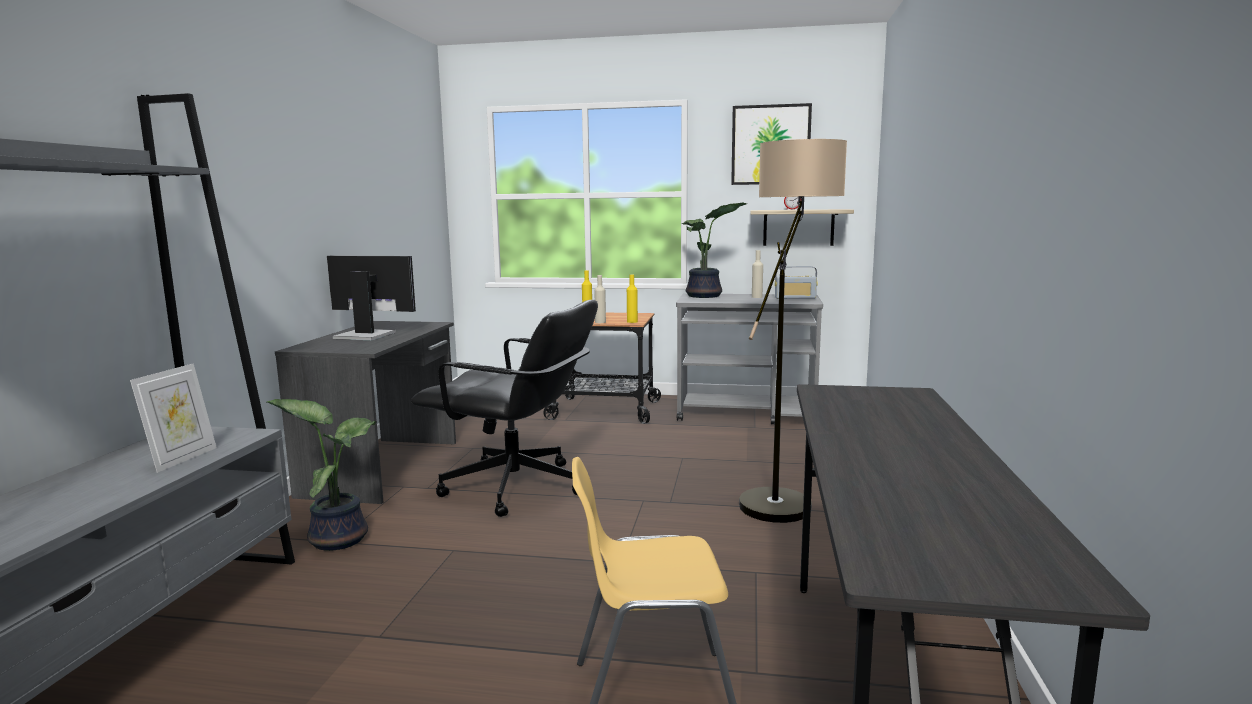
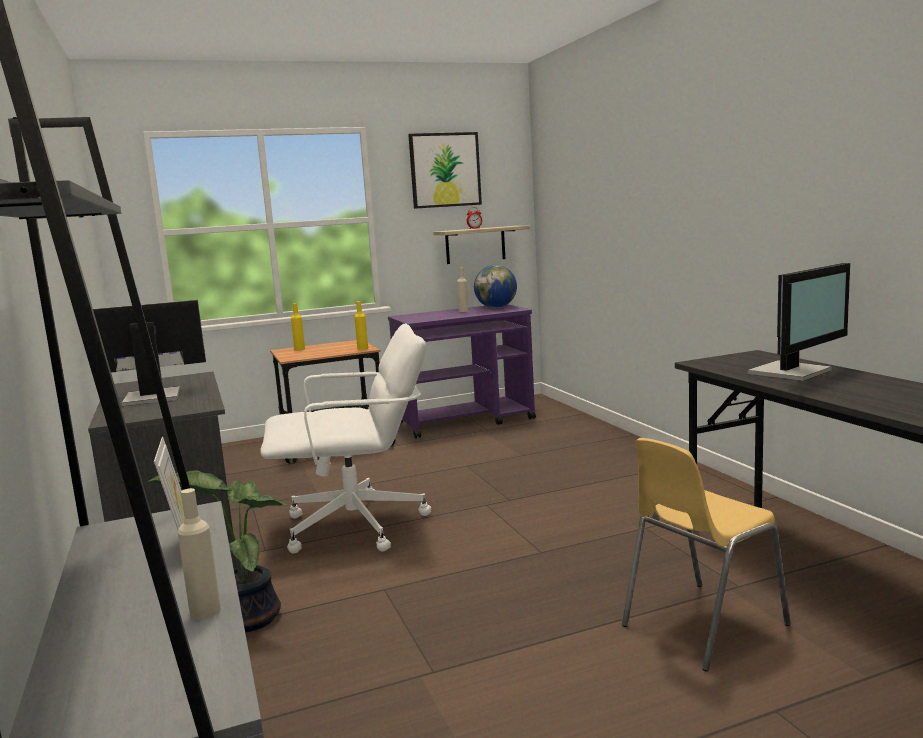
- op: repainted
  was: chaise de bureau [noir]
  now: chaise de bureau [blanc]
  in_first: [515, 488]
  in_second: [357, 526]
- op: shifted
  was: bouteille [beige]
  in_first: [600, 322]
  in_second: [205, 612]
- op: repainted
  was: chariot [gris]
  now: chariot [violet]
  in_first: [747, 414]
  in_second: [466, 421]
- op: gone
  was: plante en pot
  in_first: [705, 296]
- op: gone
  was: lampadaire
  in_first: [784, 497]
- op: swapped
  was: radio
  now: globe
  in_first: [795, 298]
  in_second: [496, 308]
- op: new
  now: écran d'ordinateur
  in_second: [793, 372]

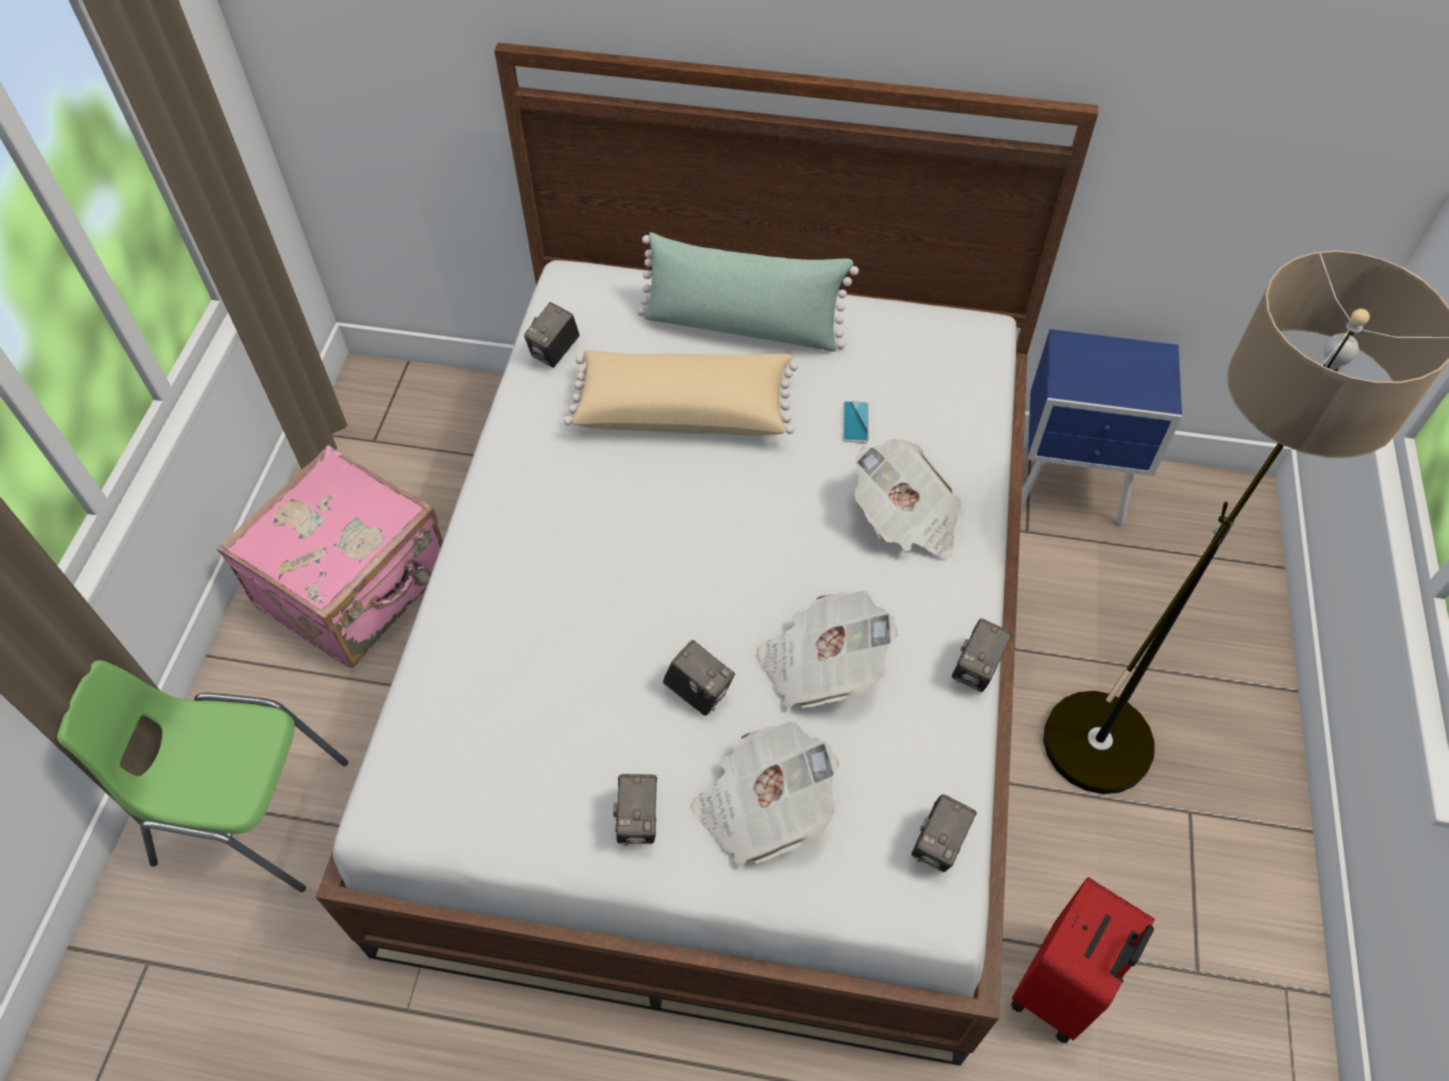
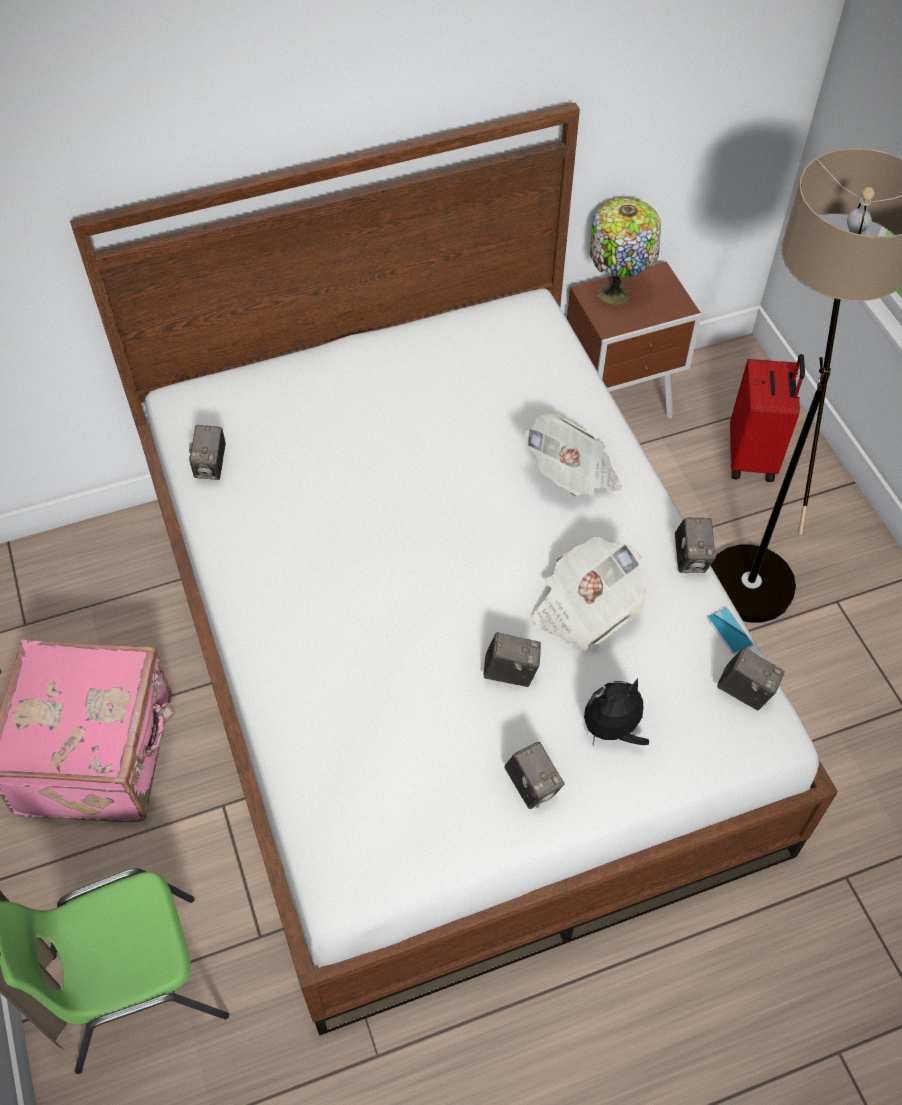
- op: gone
  was: coussin [beige]
  in_first: [683, 409]
- op: gone
  was: coussin [vert]
  in_first: [742, 326]
- op: swapped
  was: journal
  now: peluche
  in_first: [762, 807]
  in_second: [612, 729]
- op: shifted
  was: téléphone
  in_first: [855, 422]
  in_second: [729, 631]
- op: rotated
  was: appareil photo
  in_first: [938, 845]
  in_second: [745, 691]
  clockwise: -60
- op: shifted
  was: valise [rouge]
  in_first: [1061, 988]
  in_second: [753, 457]
- op: repainted
  was: table de chevet [bleu]
  now: table de chevet [marron]
  in_first: [1071, 490]
  in_second: [620, 407]
- op: new
  now: lampe de table
  in_second: [616, 293]

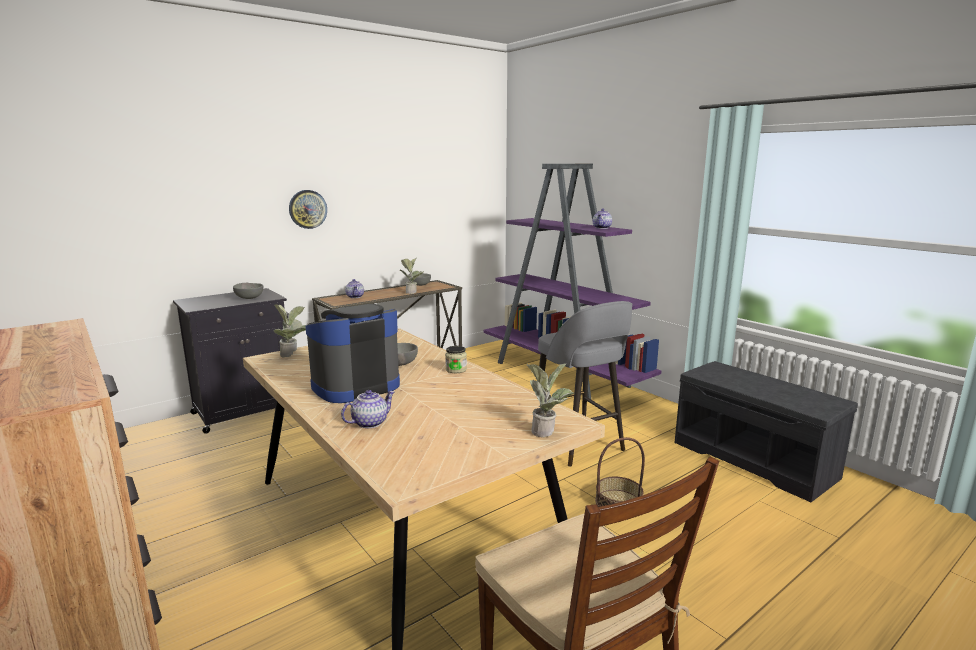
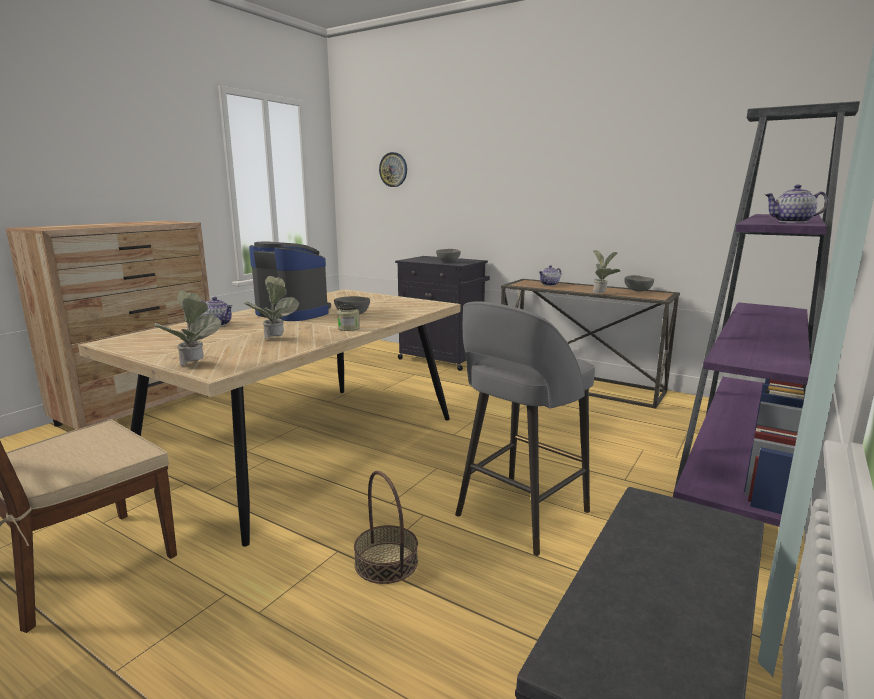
- op: shifted
  was: plante en pot
  in_first: [293, 355]
  in_second: [275, 340]
- op: shifted
  was: horloge murale
  in_first: [307, 209]
  in_second: [393, 169]

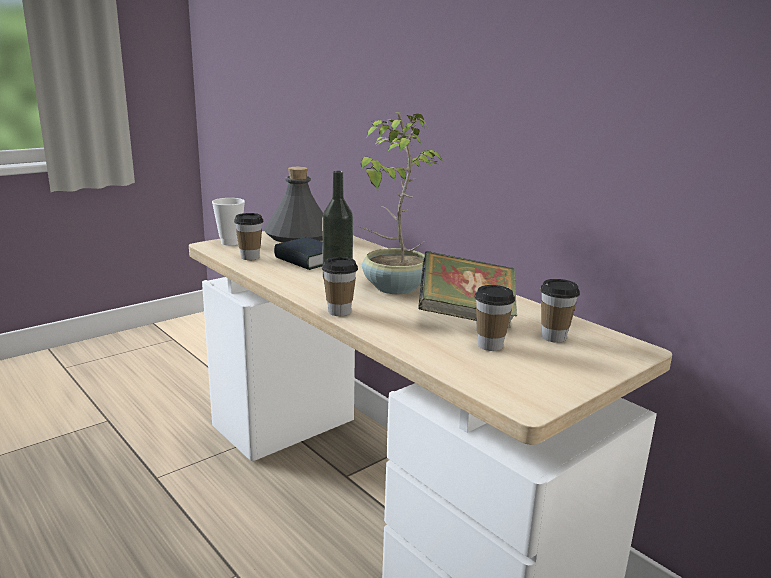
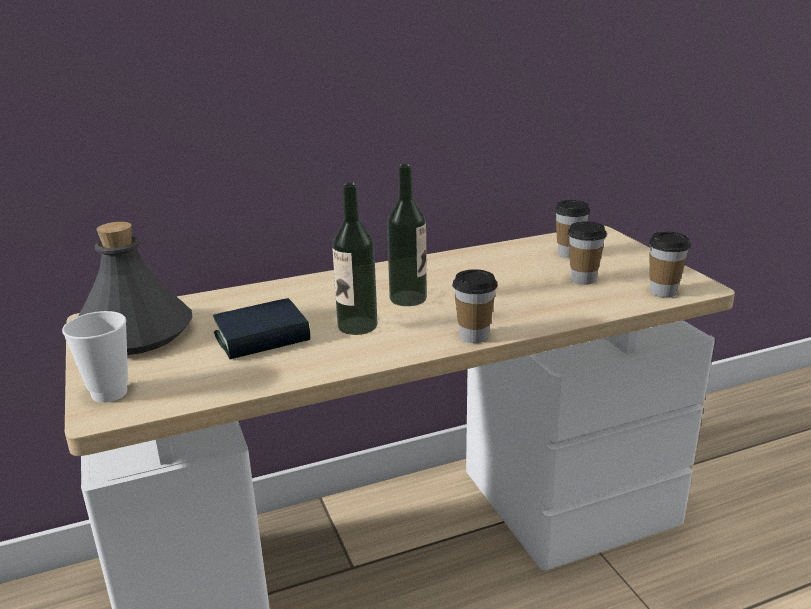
- op: shifted
  was: tasse
  in_first: [250, 257]
  in_second: [663, 292]
- op: swapped
  was: plante en pot
  now: bouteille
  in_first: [393, 287]
  in_second: [408, 298]
- op: gone
  was: livre
  in_first: [465, 317]

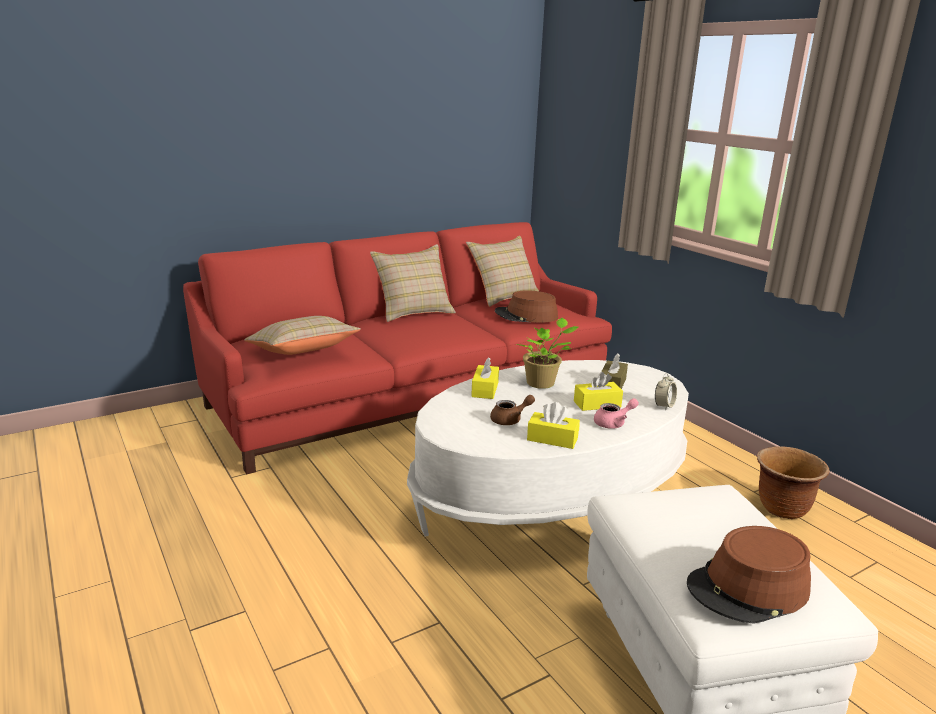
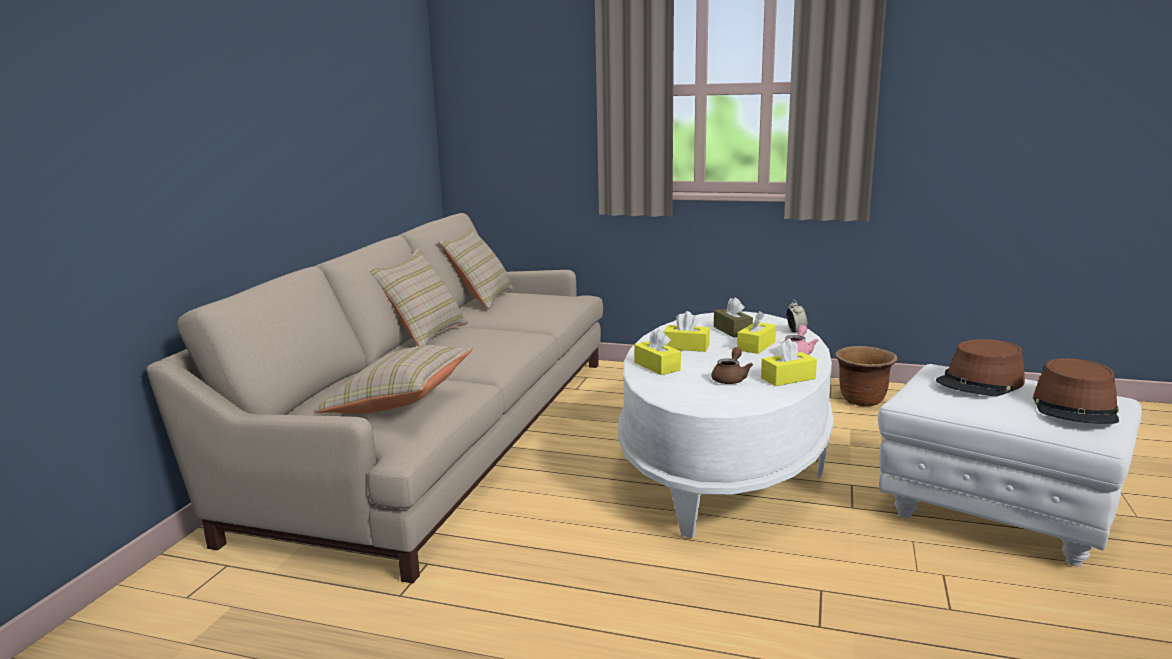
- op: repainted
  was: canapé [rouge]
  now: canapé [beige]
  in_first: [410, 392]
  in_second: [440, 434]
- op: shifted
  was: chapeau [marron]
  in_first: [526, 316]
  in_second: [980, 382]
- op: swapped
  was: plante en pot
  now: boîte à mouchoirs [jaune]
  in_first: [542, 383]
  in_second: [686, 347]

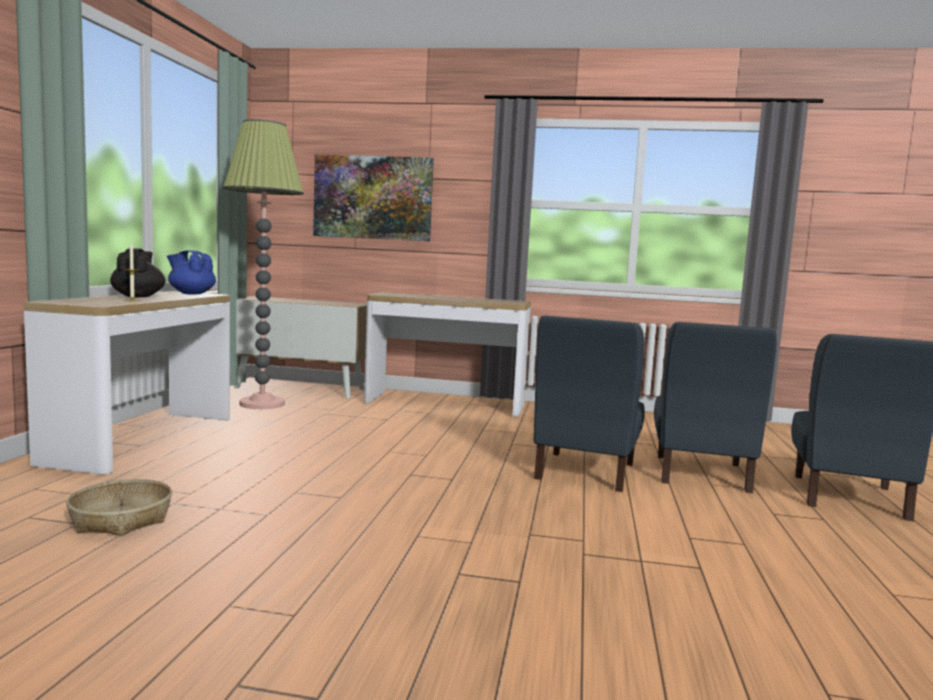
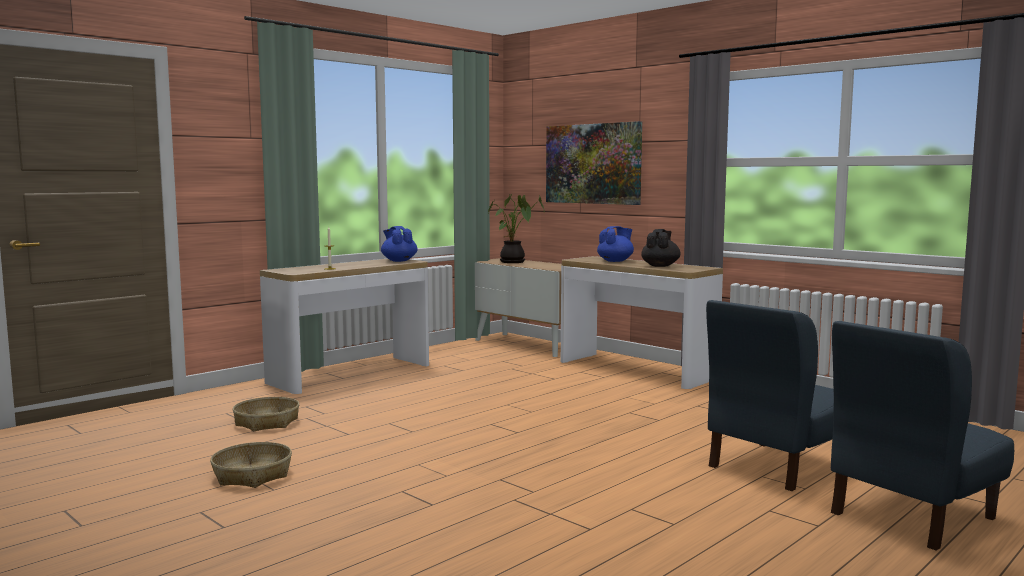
- op: shifted
  was: théière [noir]
  in_first: [138, 296]
  in_second: [660, 266]
- op: gone
  was: lampadaire
  in_first: [262, 404]
- op: gone
  was: chaise [bleu]
  in_first: [584, 471]
- op: new
  now: panier
  in_second: [252, 475]
- op: new
  now: plante en pot
  in_second: [514, 262]
- op: new
  now: théière [bleu]
  in_second: [615, 261]

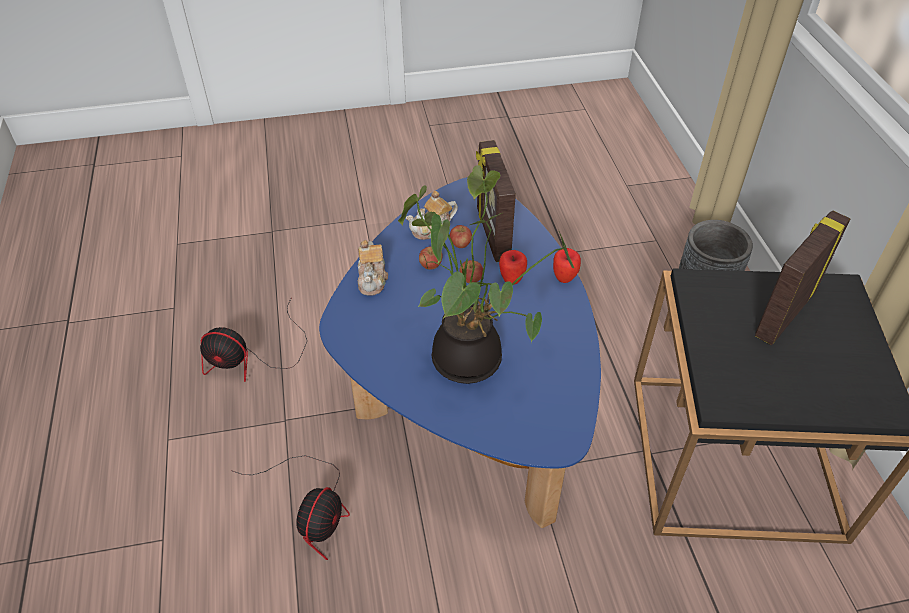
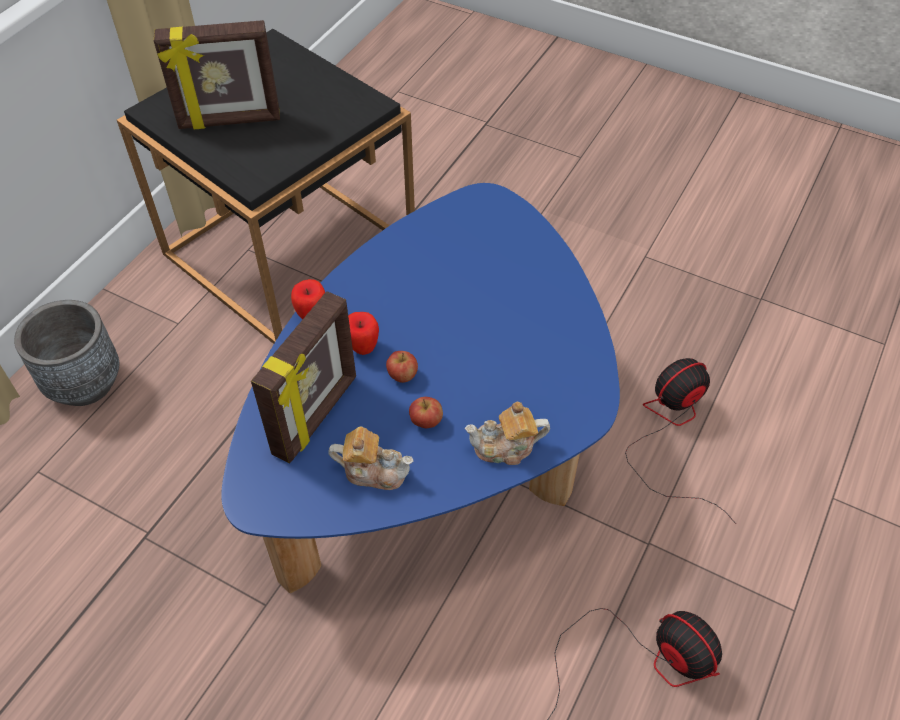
- op: rotated
  was: théière
  in_first: [372, 279]
  in_second: [506, 447]
  clockwise: -135
- op: gone
  was: plante en pot
  in_first: [472, 357]
- op: gone
  was: pomme
  in_first: [460, 244]

